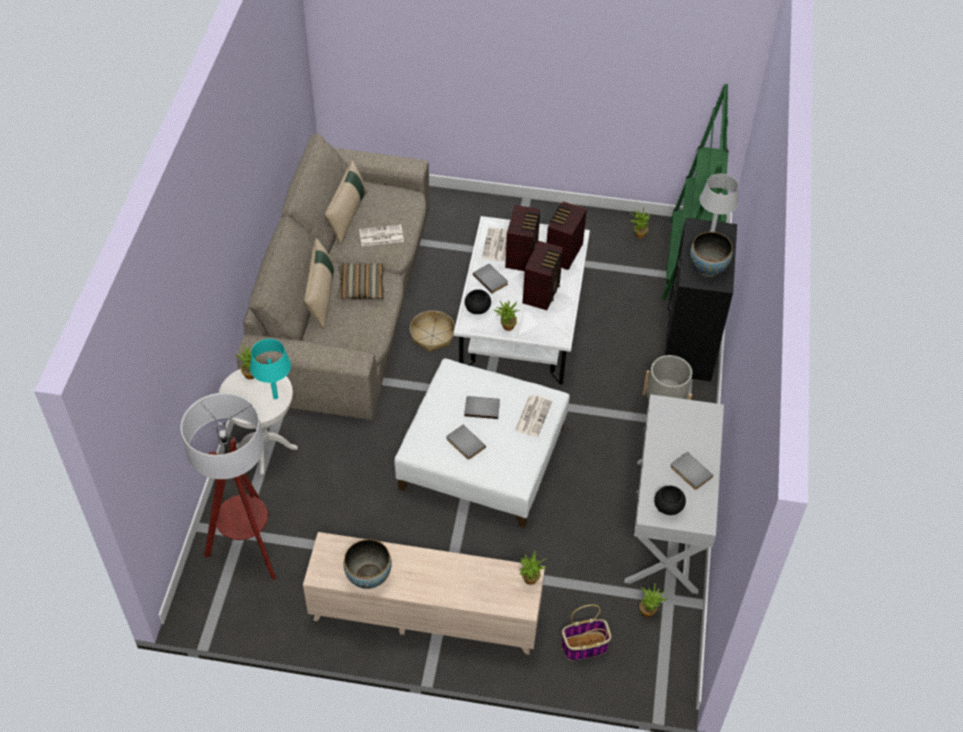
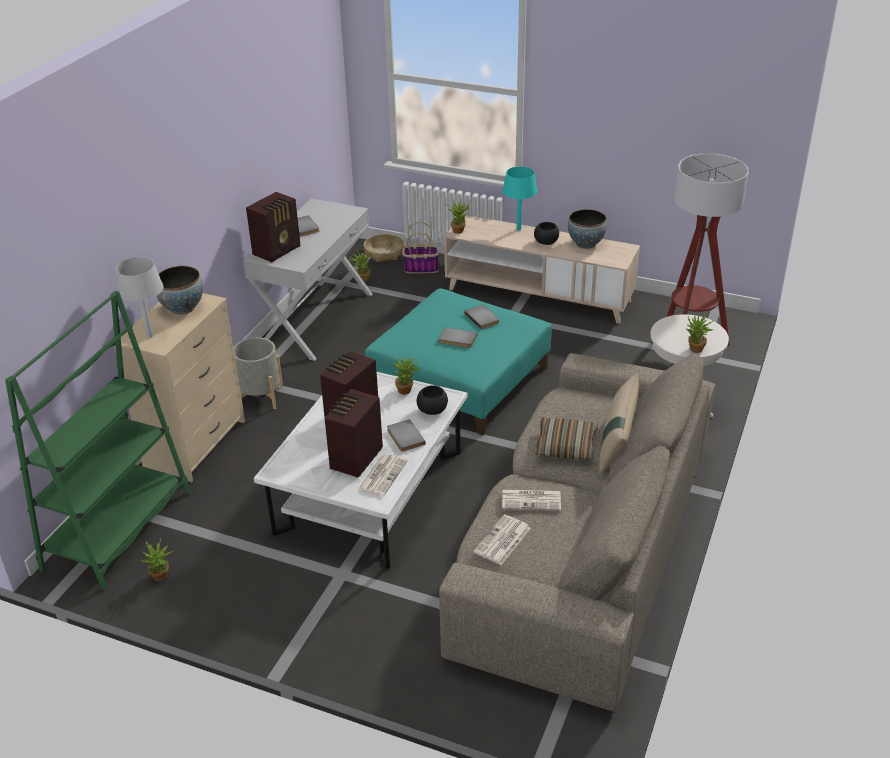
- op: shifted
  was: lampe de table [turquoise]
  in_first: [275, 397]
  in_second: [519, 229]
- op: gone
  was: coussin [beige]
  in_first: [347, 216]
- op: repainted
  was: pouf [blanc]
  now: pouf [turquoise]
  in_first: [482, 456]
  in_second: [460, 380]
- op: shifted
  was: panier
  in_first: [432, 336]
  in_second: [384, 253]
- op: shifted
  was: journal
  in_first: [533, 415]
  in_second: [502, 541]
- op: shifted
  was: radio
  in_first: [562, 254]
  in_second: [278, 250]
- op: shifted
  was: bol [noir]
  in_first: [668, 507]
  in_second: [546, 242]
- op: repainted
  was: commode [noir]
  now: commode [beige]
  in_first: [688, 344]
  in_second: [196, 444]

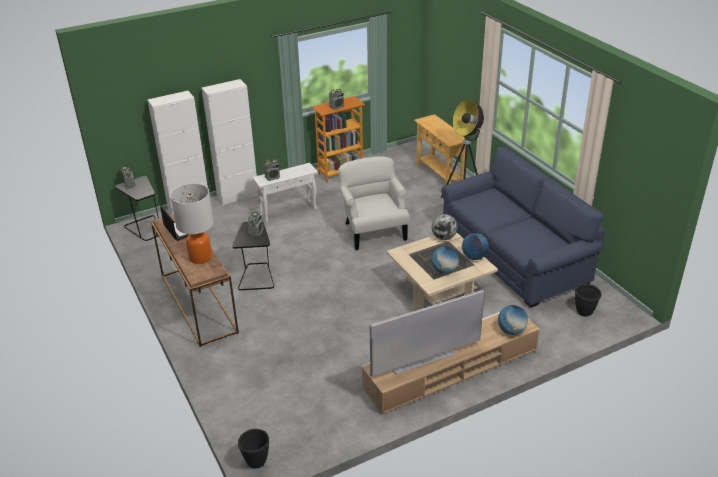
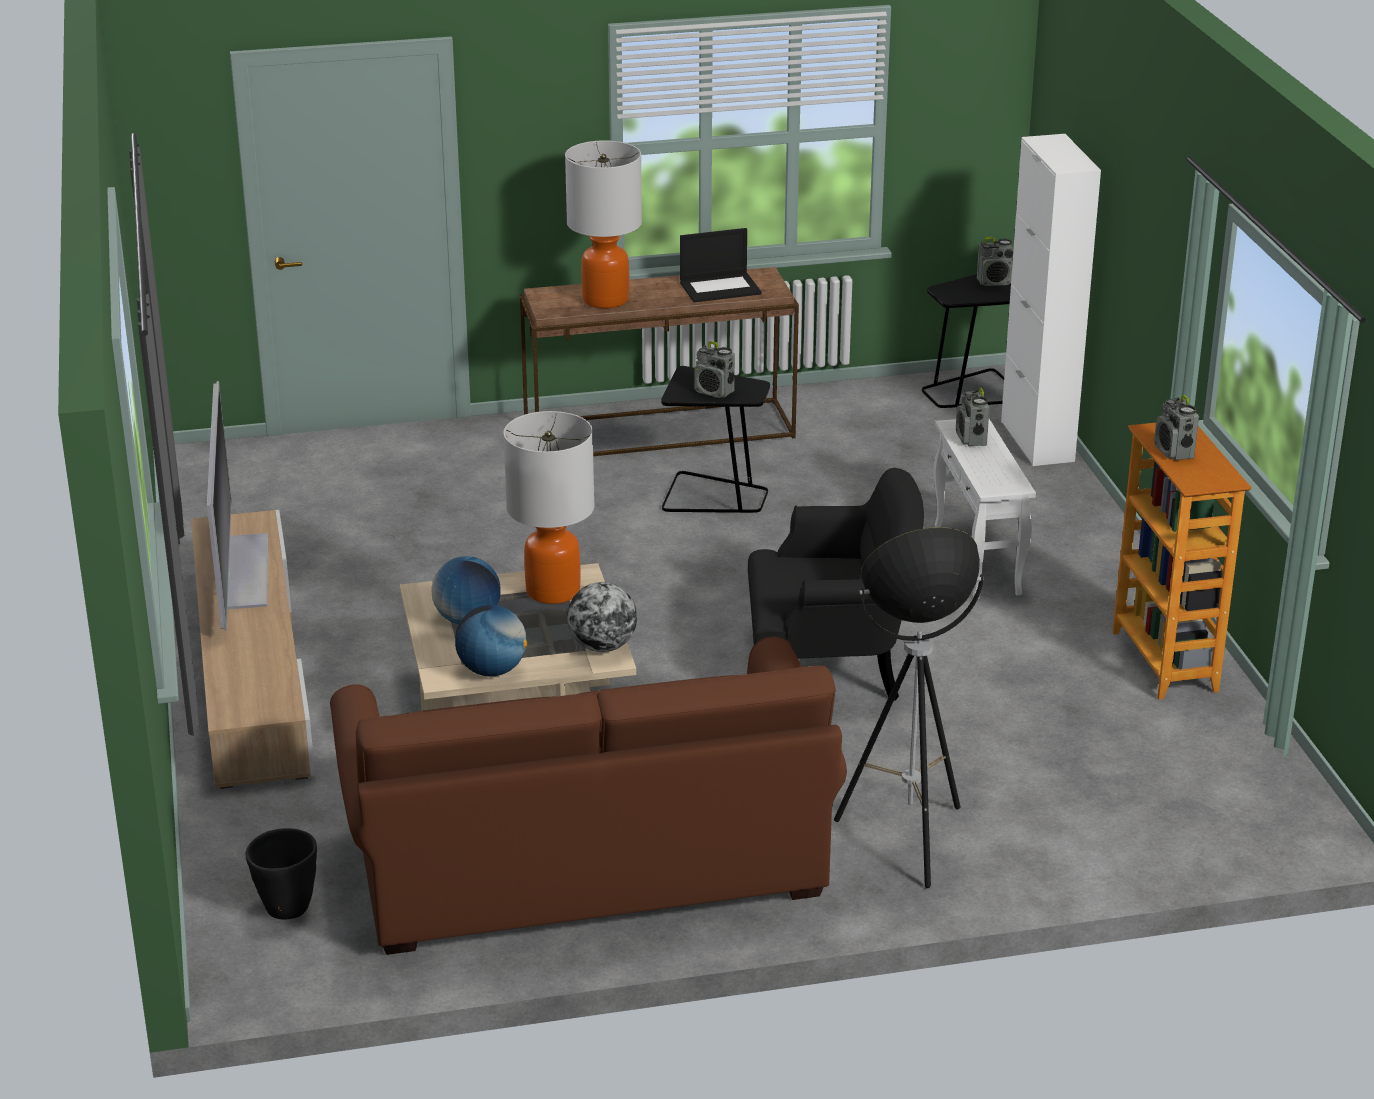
- op: gone
  was: meuble de rangement [blanc]
  in_first: [238, 196]
- op: gone
  was: cache-pot [noir]
  in_first: [256, 461]
- op: repainted
  was: fauteuil [blanc]
  now: fauteuil [noir]
  in_first: [373, 230]
  in_second: [830, 665]
- op: gone
  was: table console [beige]
  in_first: [439, 175]
- op: repainted
  was: canapé [bleu]
  now: canapé [marron]
  in_first: [514, 257]
  in_second: [586, 861]
- op: gone
  was: globe
  in_first: [511, 331]
- op: new
  now: lampe de table
  in_second: [553, 591]

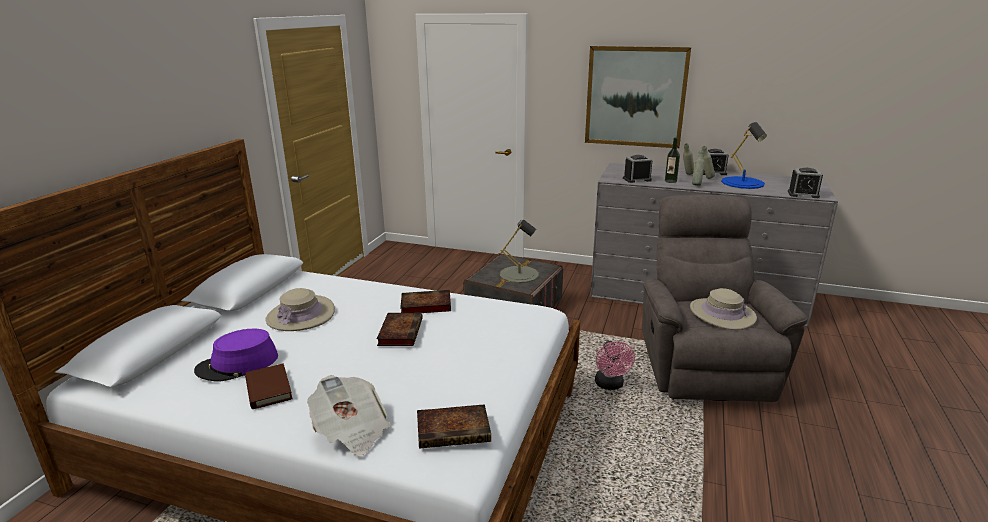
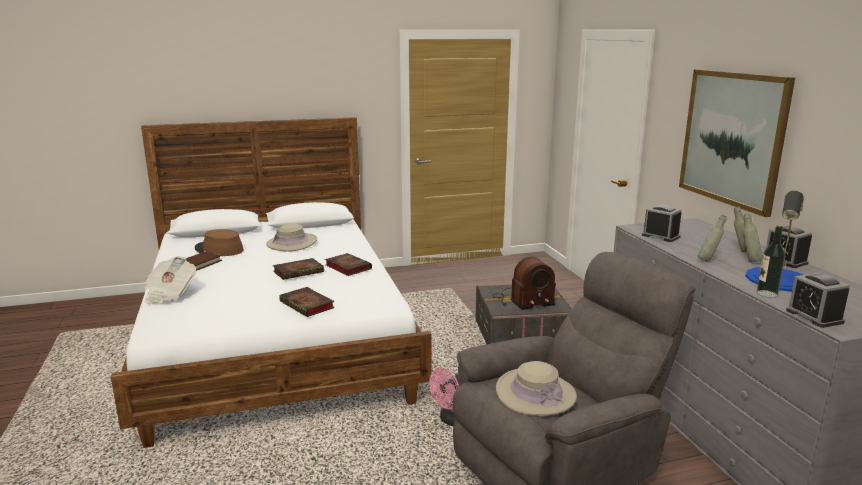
- op: repainted
  was: chapeau [violet]
  now: chapeau [marron]
  in_first: [238, 364]
  in_second: [219, 250]
- op: shifted
  was: livre
  in_first: [455, 430]
  in_second: [308, 305]
- op: swapped
  was: lampe de table [gris]
  now: radio
  in_first: [519, 274]
  in_second: [522, 300]
- op: shifted
  was: bouteille
  in_first: [670, 181]
  in_second: [767, 294]

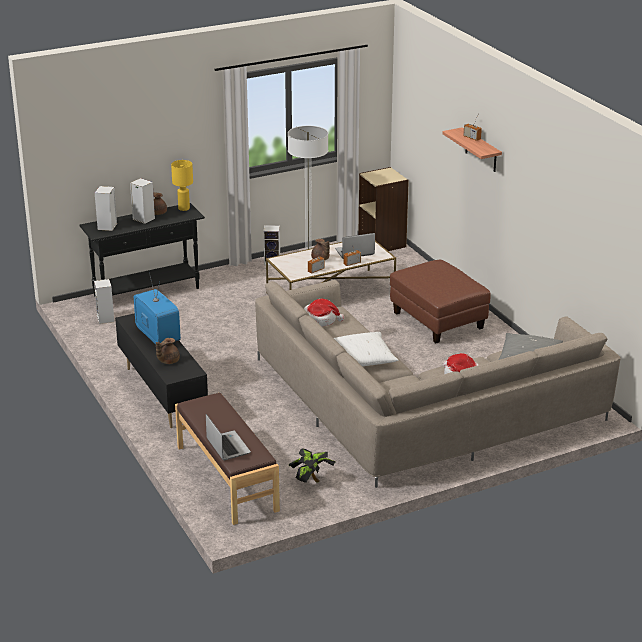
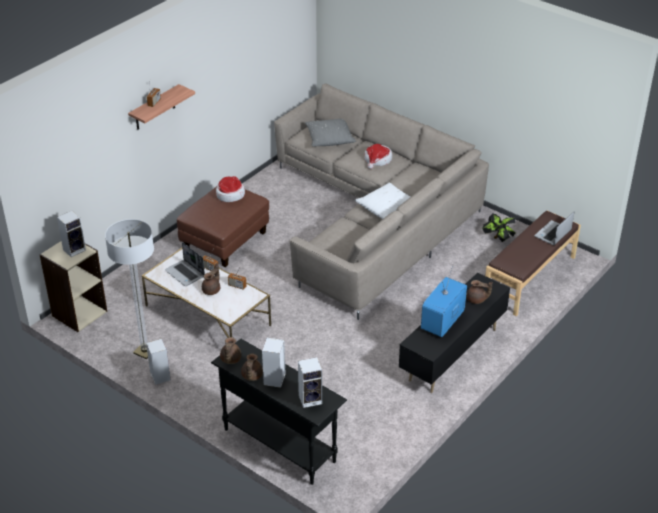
- op: shifted
  was: enceinte
  in_first: [106, 319]
  in_second: [75, 249]
- op: swapped
  was: lampe de table [jaune]
  now: théière [marron]
  in_first: [184, 208]
  in_second: [230, 359]
- op: shifted
  was: chapeau
  in_first: [320, 320]
  in_second: [230, 194]

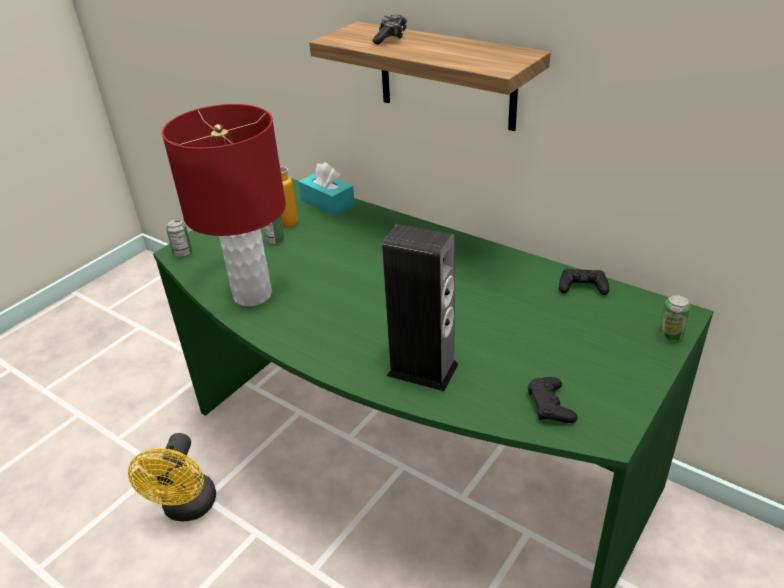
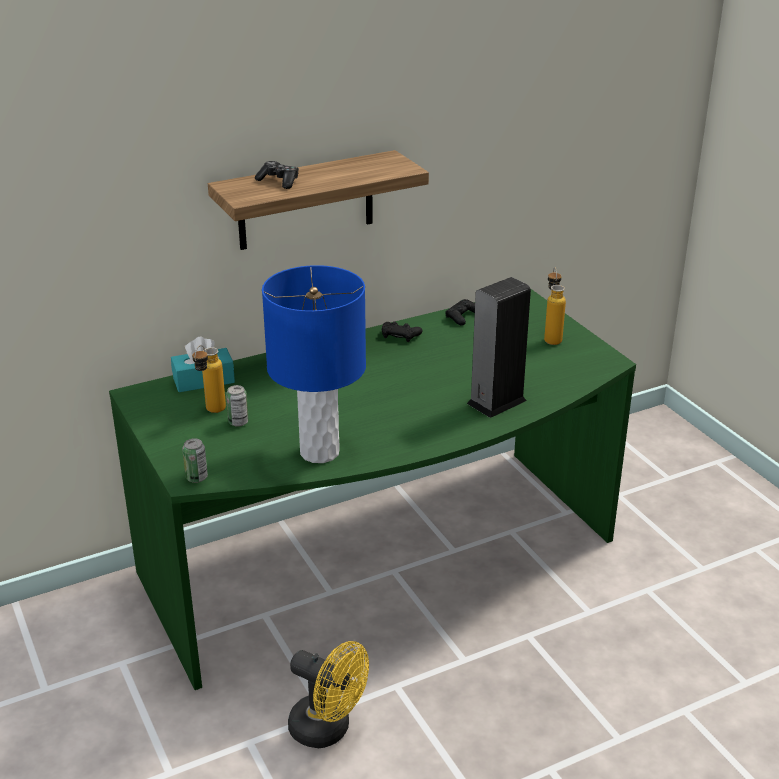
- op: repainted
  was: lampe de table [rouge]
  now: lampe de table [bleu]
  in_first: [252, 295]
  in_second: [320, 452]
- op: shifted
  was: manette [noir]
  in_first: [550, 405]
  in_second: [400, 335]
- op: gone
  was: boîte métallique
  in_first: [670, 335]
- op: new
  now: bouteille
  in_second: [551, 337]

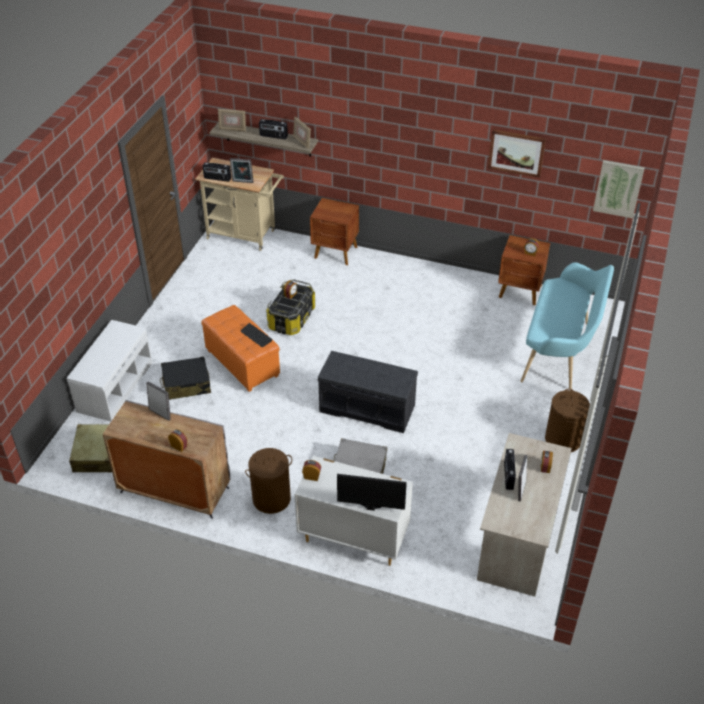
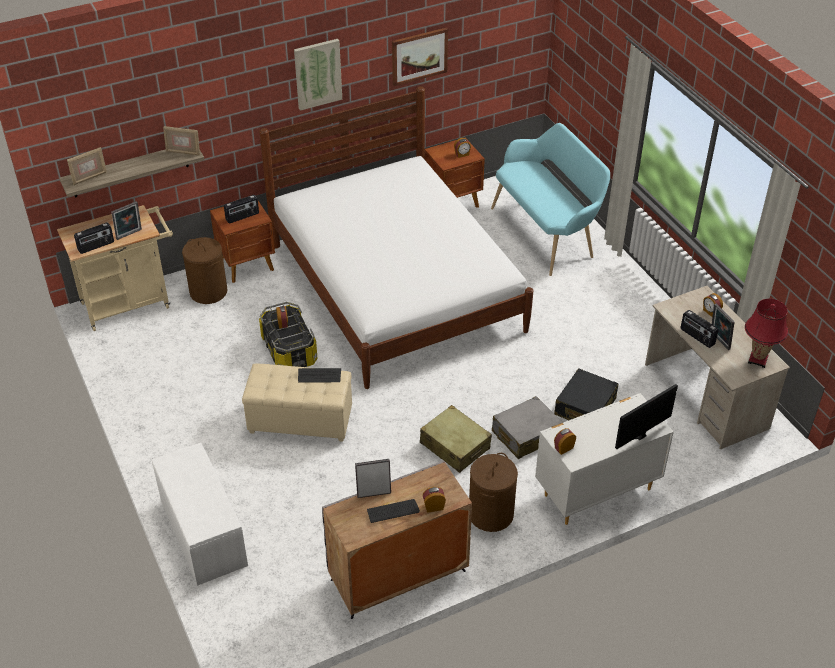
- op: shifted
  was: valise [beige]
  in_first: [96, 454]
  in_second: [455, 446]
- op: shifted
  was: valise [noir]
  in_first: [186, 384]
  in_second: [585, 407]
- op: repainted
  was: pouf [orange]
  now: pouf [beige]
  in_first: [243, 363]
  in_second: [300, 420]
- op: shifted
  was: radio
  in_first: [273, 136]
  in_second: [242, 217]
- op: gone
  was: banc [gris]
  in_first: [368, 408]
- op: shifted
  was: panier à linge [marron]
  in_first: [563, 440]
  in_second: [208, 292]
- op: shifted
  was: tableau
  in_first: [618, 188]
  in_second: [317, 74]
- op: new
  now: lit [blanc]
  in_second: [395, 287]
- op: new
  now: clavier
  in_second: [392, 511]
- op: new
  now: lampe de table [rouge]
  in_second: [757, 360]

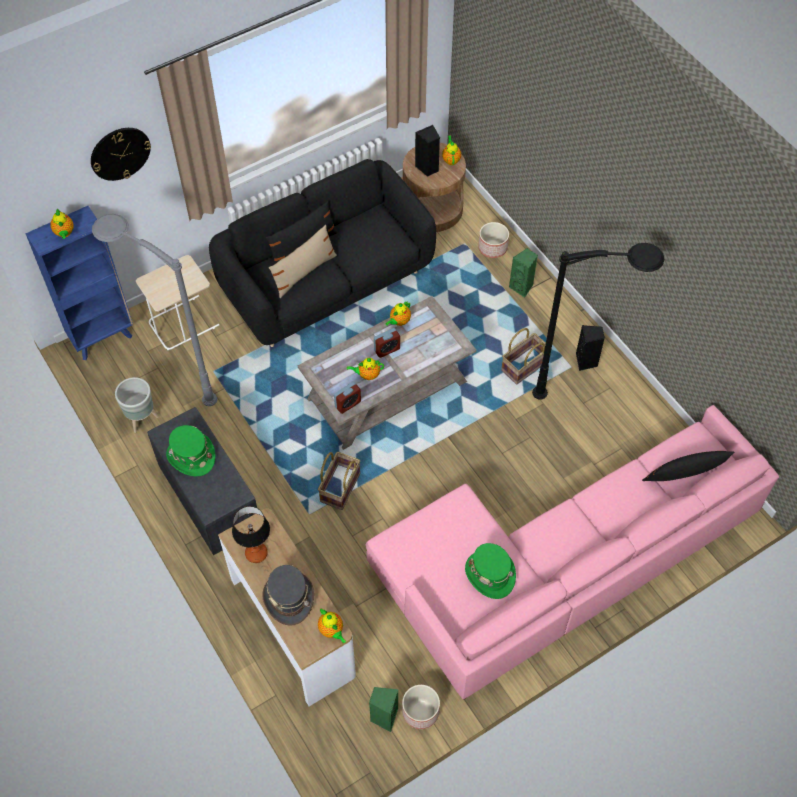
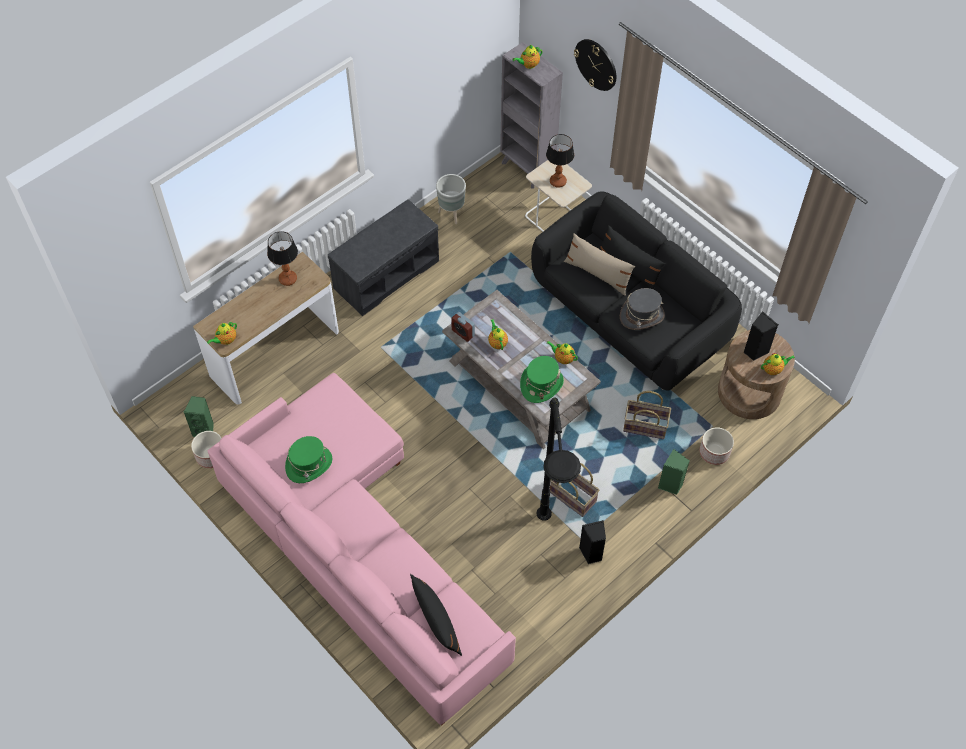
- op: repainted
  was: bibliothèque [bleu]
  now: bibliothèque [gris]
  in_first: [103, 337]
  in_second: [527, 169]
- op: gone
  was: lampadaire [gris]
  in_first: [170, 380]
- op: shifted
  was: chapeau [vert]
  in_first: [191, 456]
  in_second: [541, 384]
- op: shifted
  was: chapeau [gris]
  in_first: [289, 598]
  in_second: [642, 316]
- op: shifted
  was: panier
  in_first: [339, 487]
  in_second: [645, 425]
- op: gone
  was: réveil
  in_first: [387, 349]
- op: new
  now: lampe de table
  in_second: [558, 181]

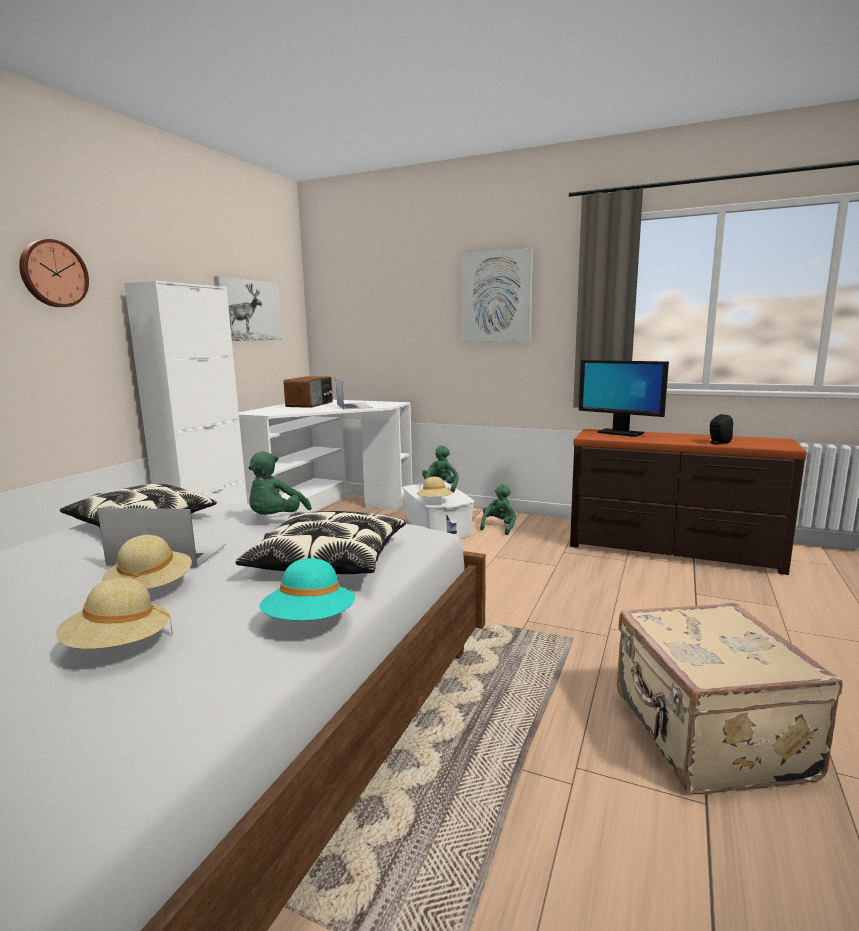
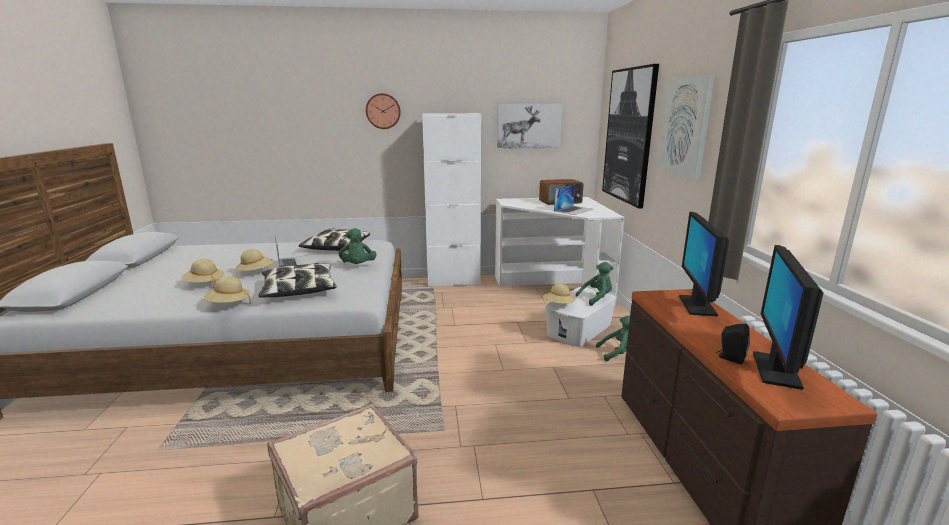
- op: rotated
  was: peluche [vert]
  in_first: [276, 519]
  in_second: [358, 266]
  clockwise: -90
- op: repainted
  was: chapeau [turquoise]
  now: chapeau [beige]
  in_first: [310, 622]
  in_second: [228, 304]
- op: new
  now: tableau
  in_second: [629, 135]
- op: new
  now: écran d'ordinateur
  in_second: [776, 370]

